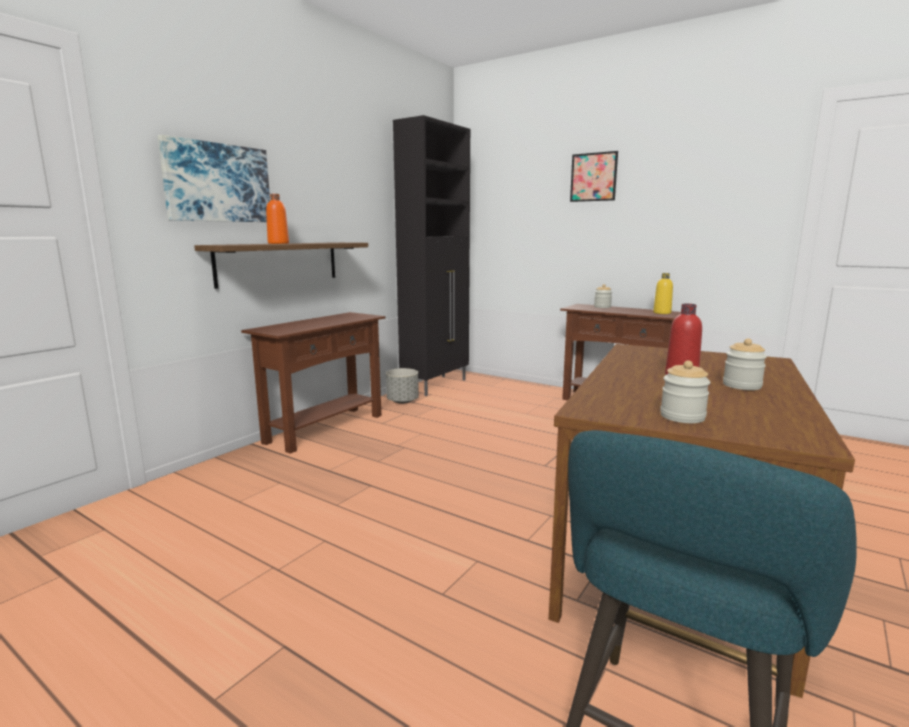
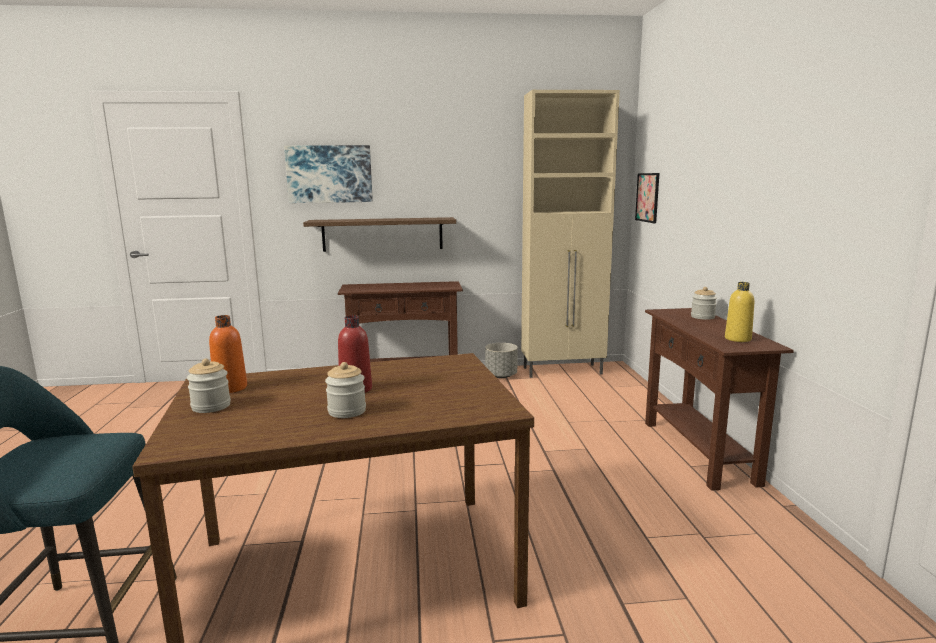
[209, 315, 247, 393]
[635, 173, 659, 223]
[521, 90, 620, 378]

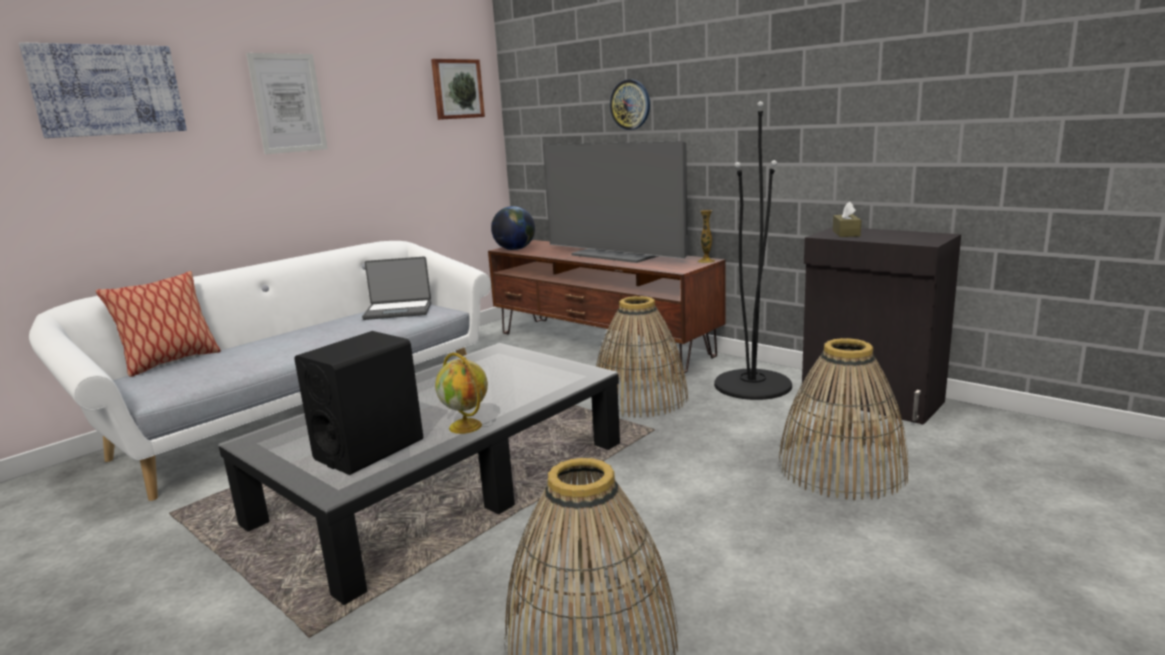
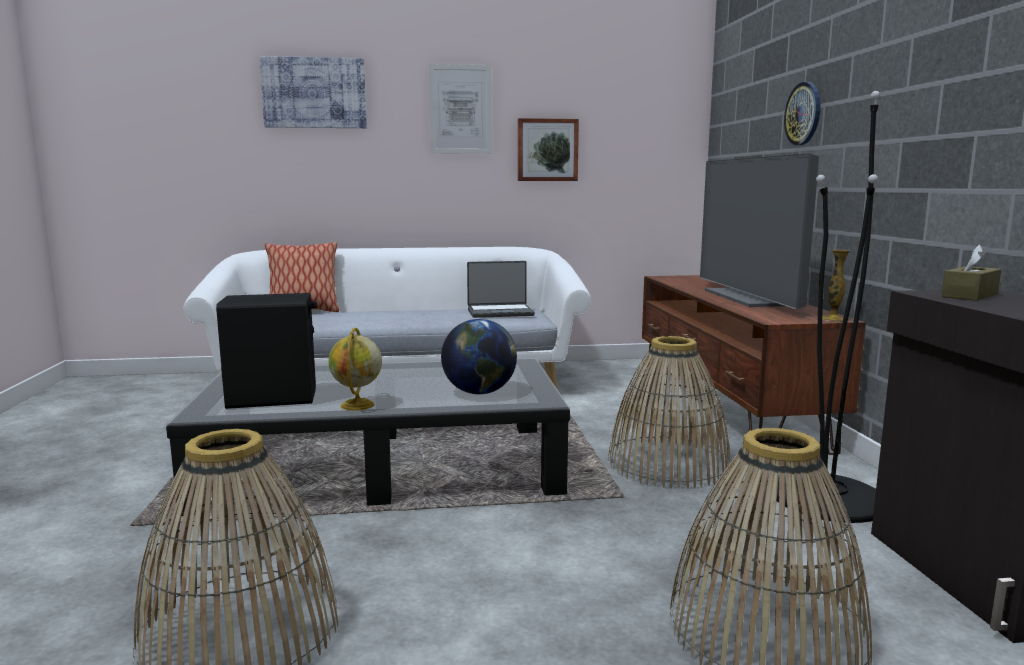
[518, 118, 579, 181]
[441, 319, 517, 394]
[467, 261, 535, 318]

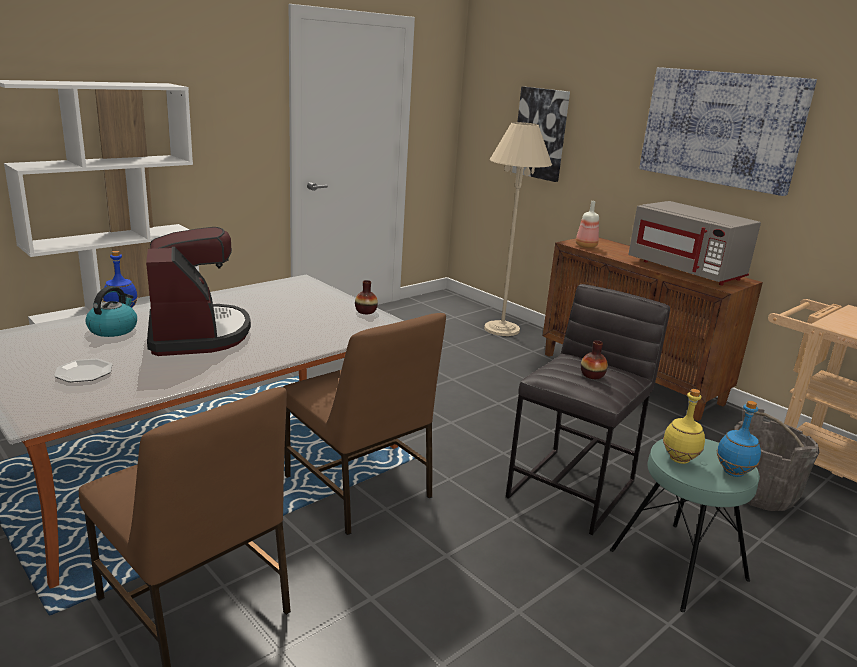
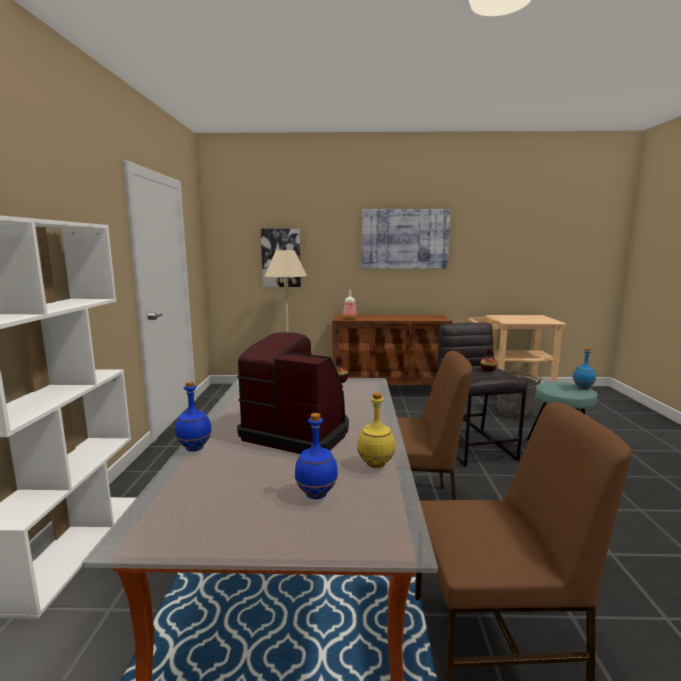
[85, 286, 137, 337] (first image)
[628, 201, 761, 285] (first image)
[357, 393, 395, 469]
[295, 413, 338, 499]

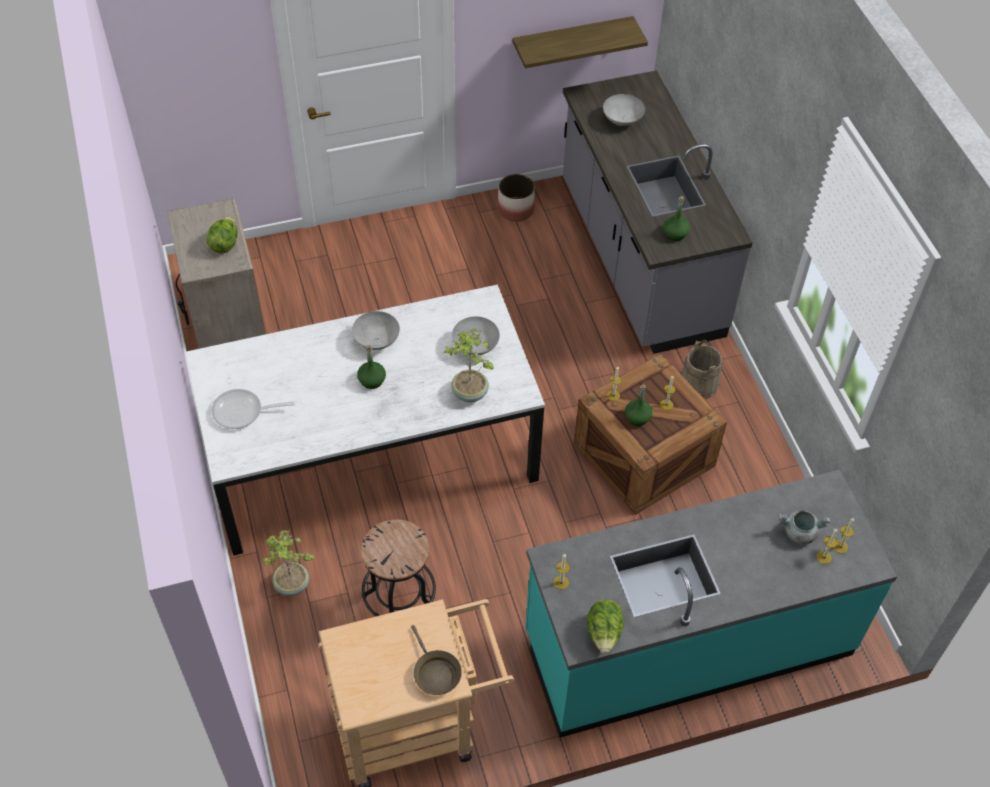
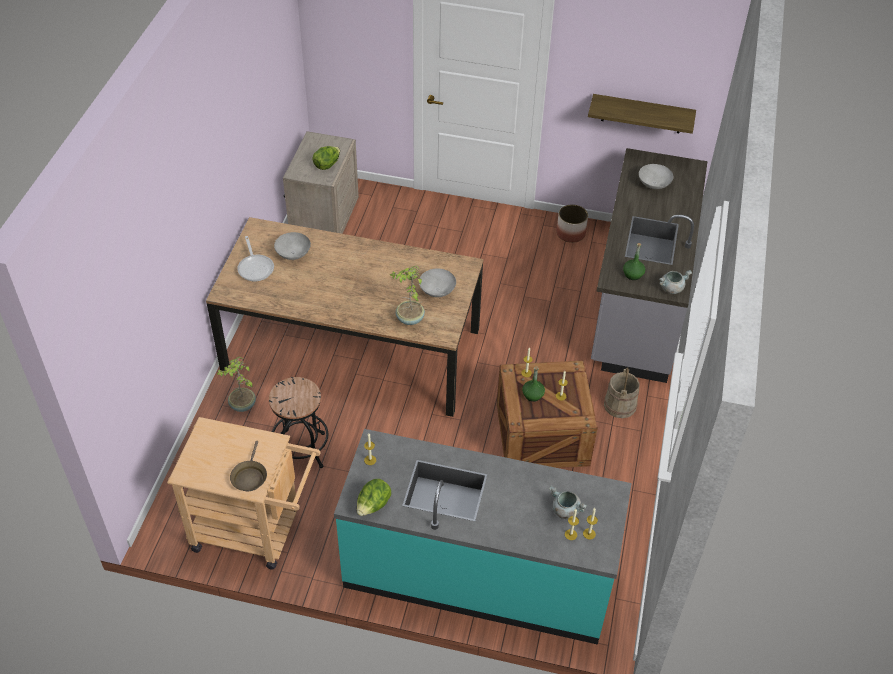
[357, 345, 386, 389] (first image)
[659, 270, 692, 294]
[274, 232, 311, 260]
[206, 217, 483, 417]
[237, 236, 274, 281]

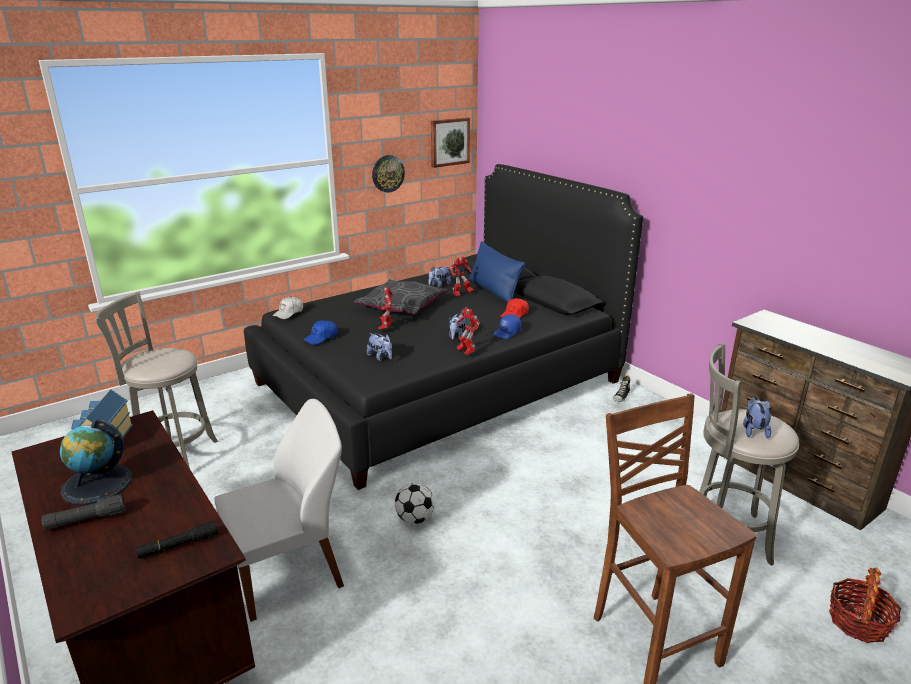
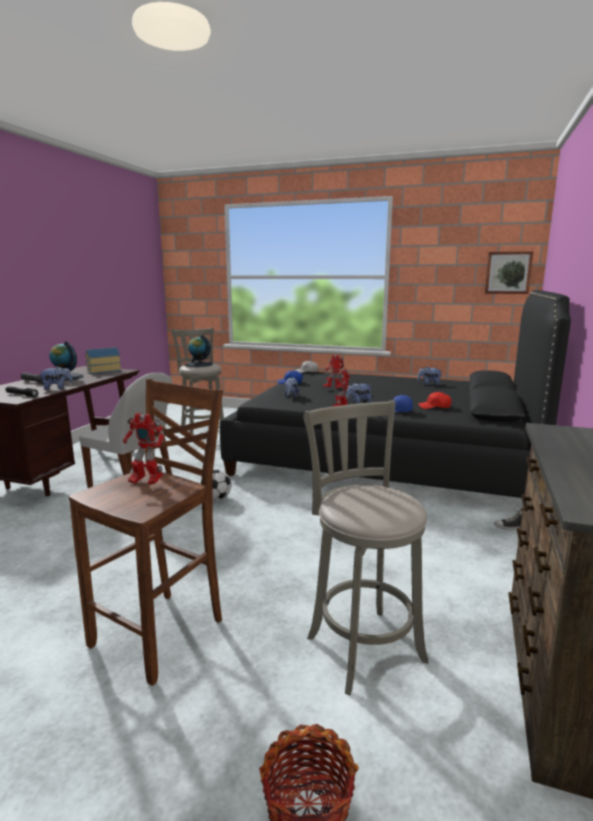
[354, 280, 448, 314] (first image)
[372, 155, 405, 193] (first image)
[469, 241, 525, 303] (first image)
[185, 335, 213, 367]
[123, 413, 164, 485]
[38, 366, 73, 390]

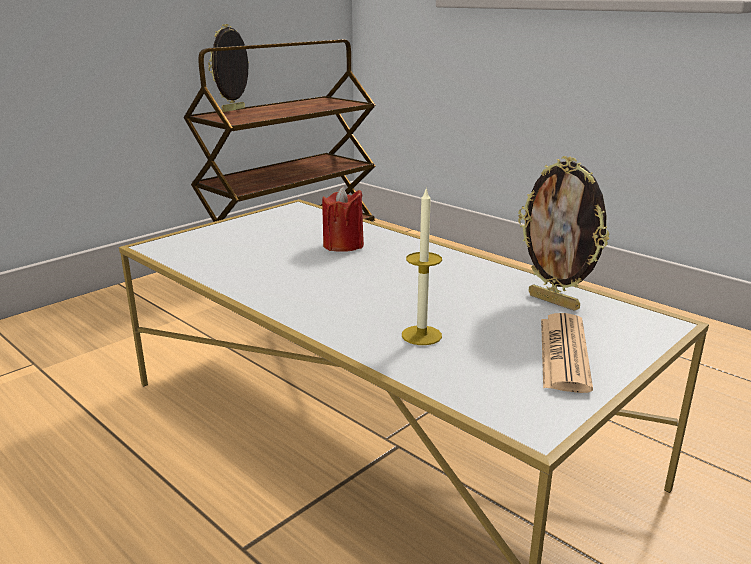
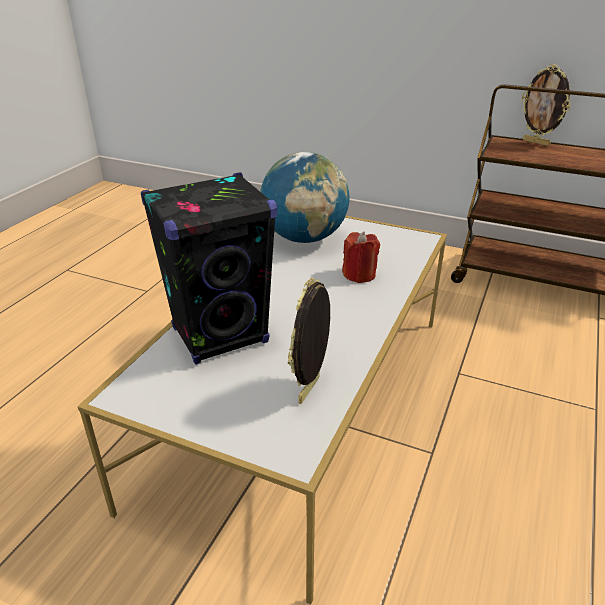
[541, 313, 593, 393] (first image)
[260, 152, 349, 243]
[141, 172, 277, 365]
[521, 64, 571, 146]

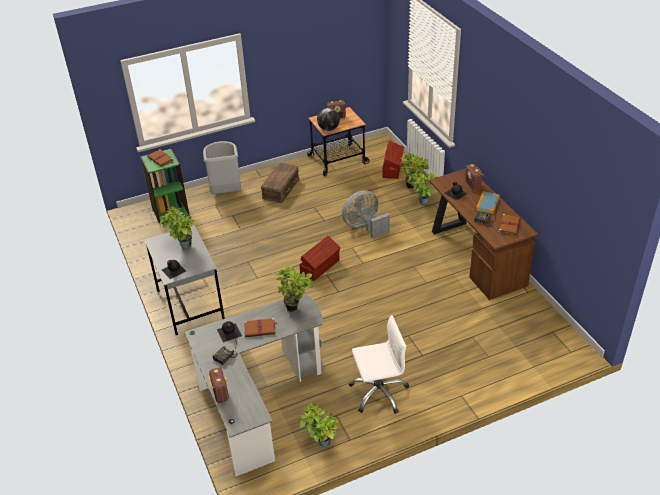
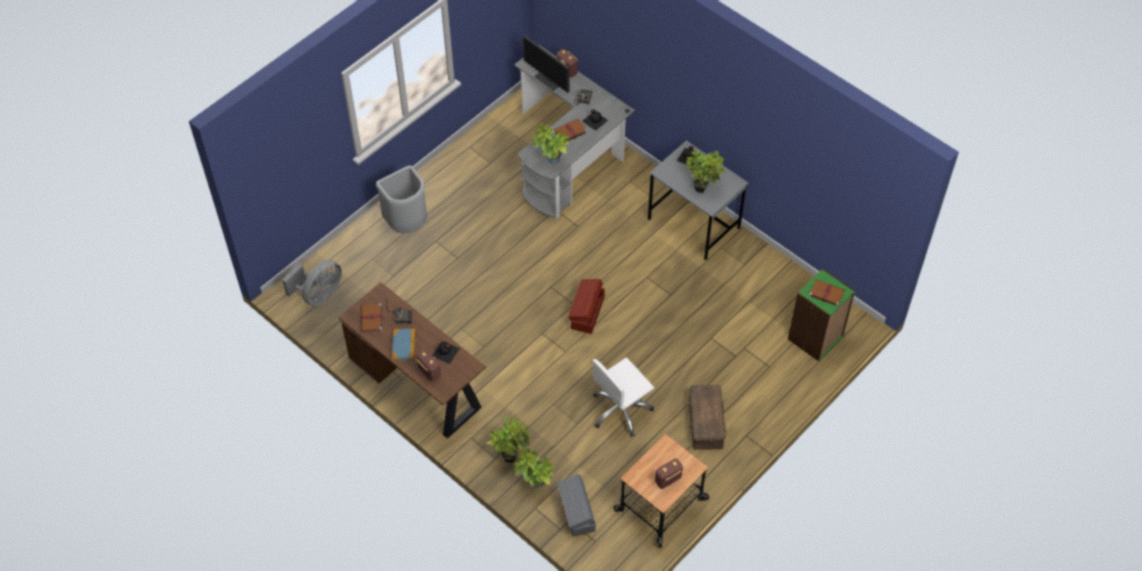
[298, 403, 339, 447] (first image)
[317, 108, 340, 131] (first image)
[523, 35, 570, 93]
[376, 165, 427, 233]
[282, 260, 342, 306]
[593, 357, 654, 437]
[557, 473, 596, 537]

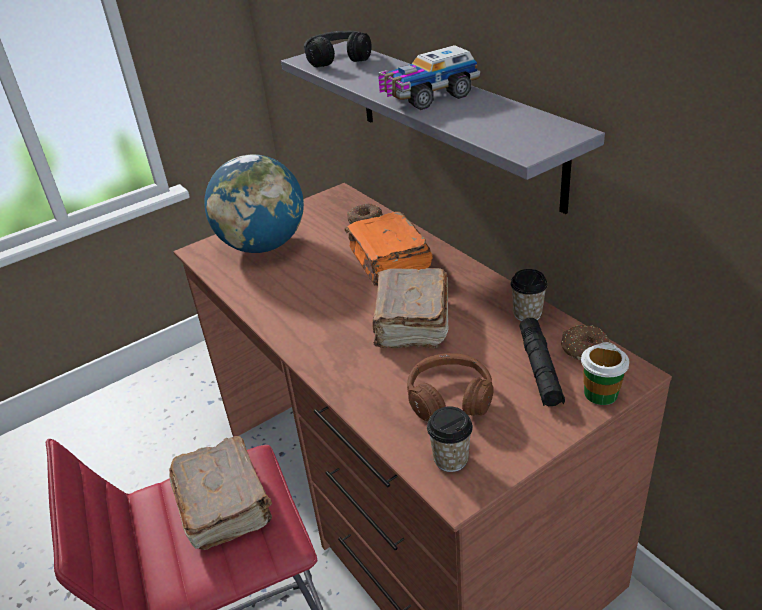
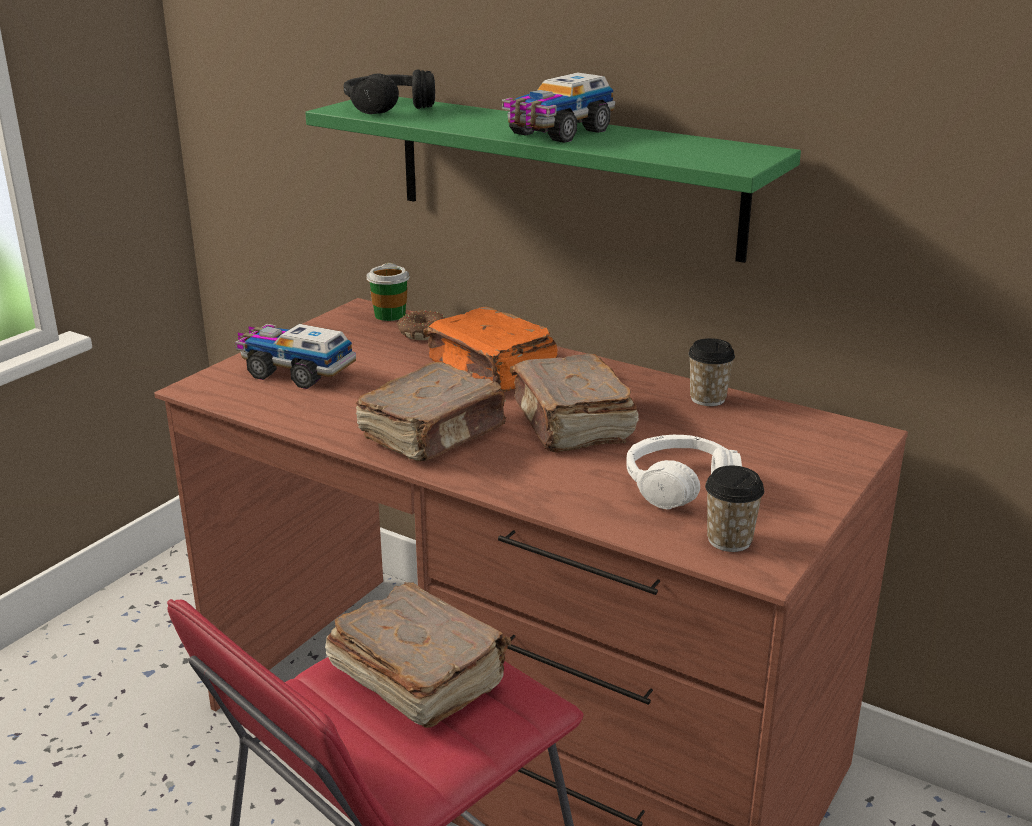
[520, 318, 565, 406] (first image)
[561, 325, 610, 360] (first image)
[355, 362, 506, 461]
[366, 263, 410, 321]
[235, 324, 356, 389]
[305, 97, 801, 263]
[626, 435, 742, 509]

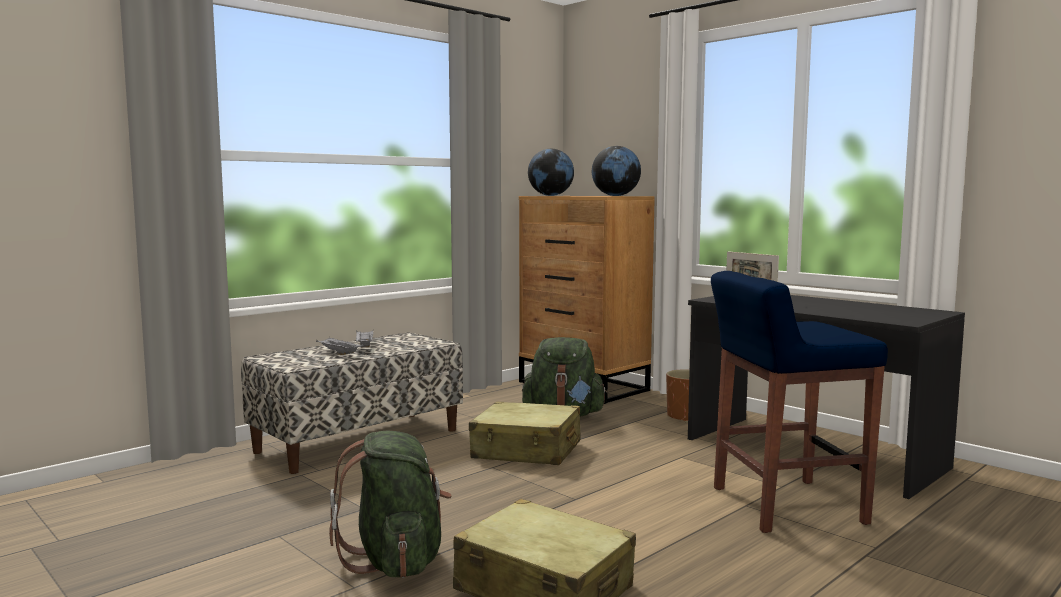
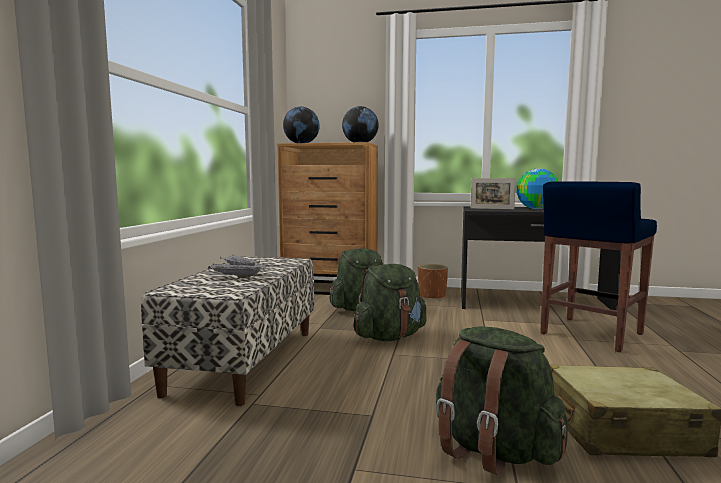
[517, 169, 558, 209]
[353, 264, 426, 341]

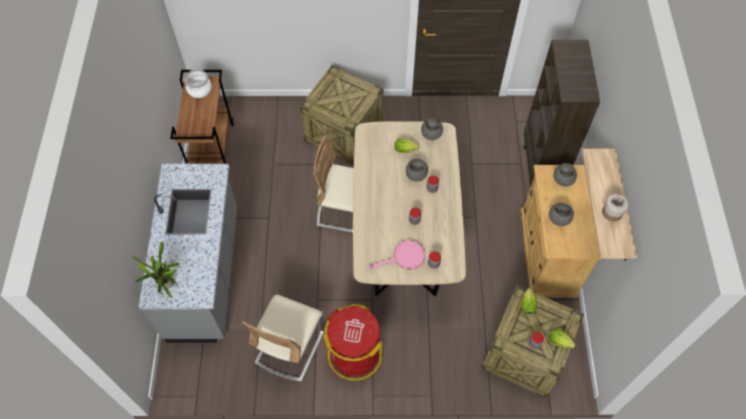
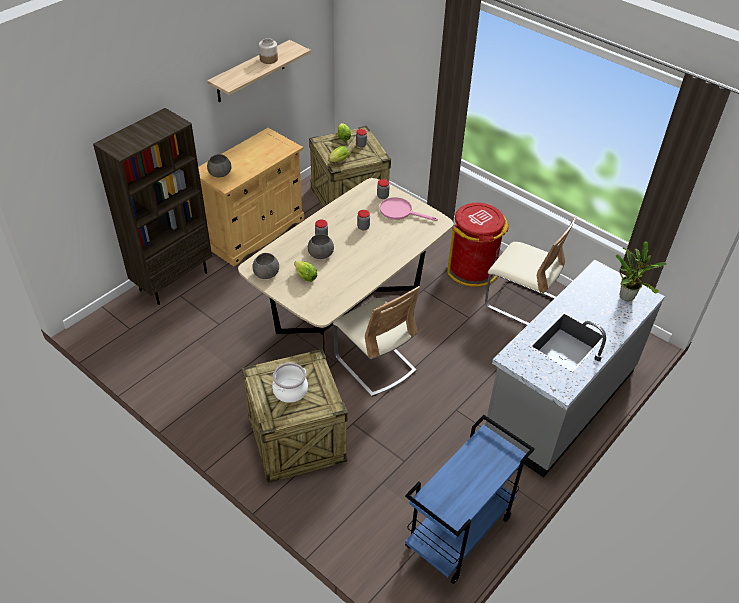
[549, 203, 574, 226] (first image)
[272, 363, 308, 403]
[405, 415, 535, 584]
[485, 217, 576, 325]

